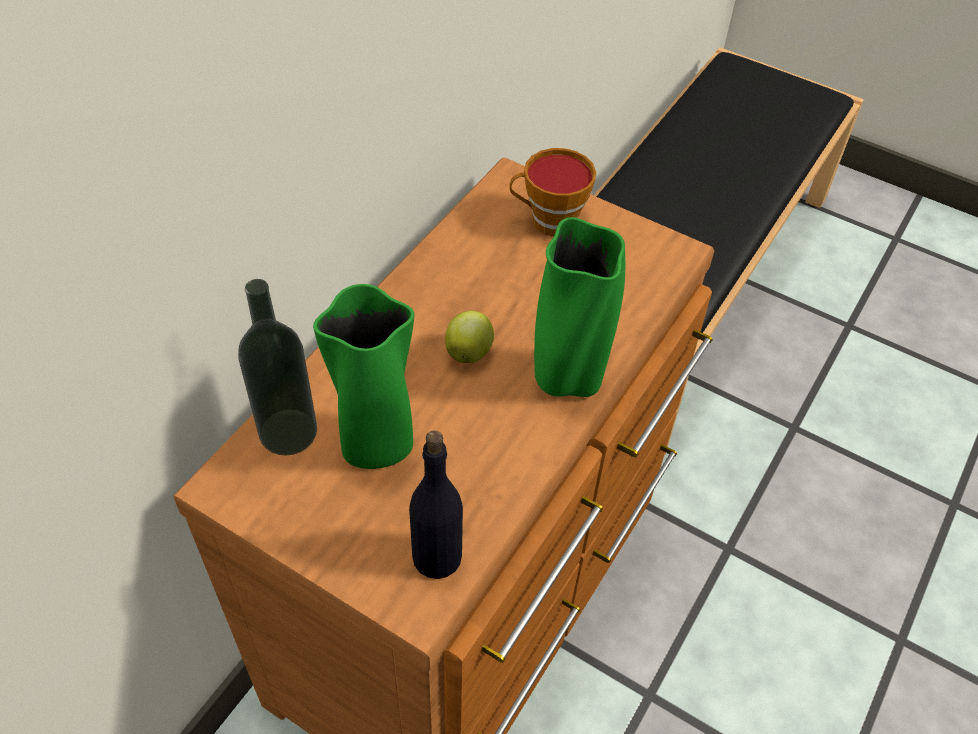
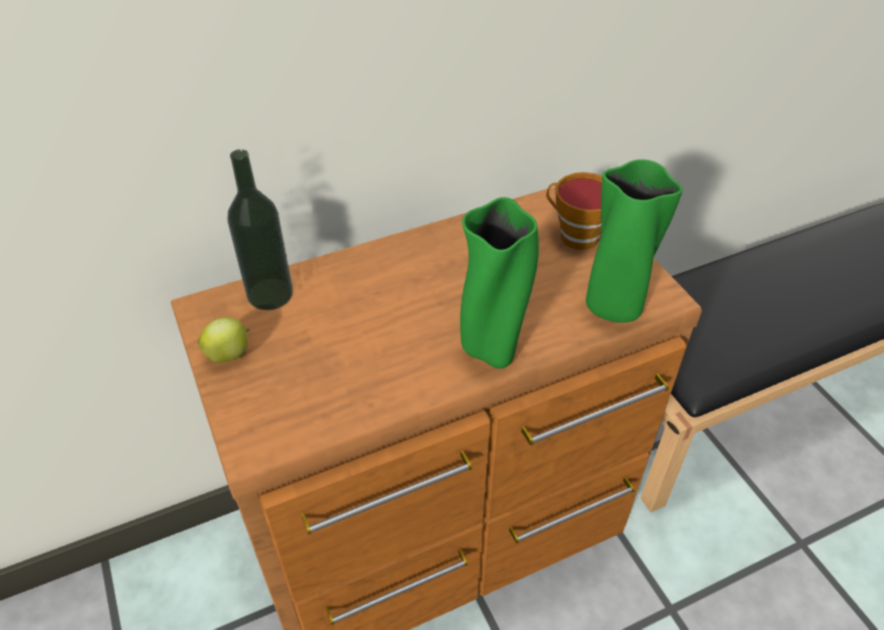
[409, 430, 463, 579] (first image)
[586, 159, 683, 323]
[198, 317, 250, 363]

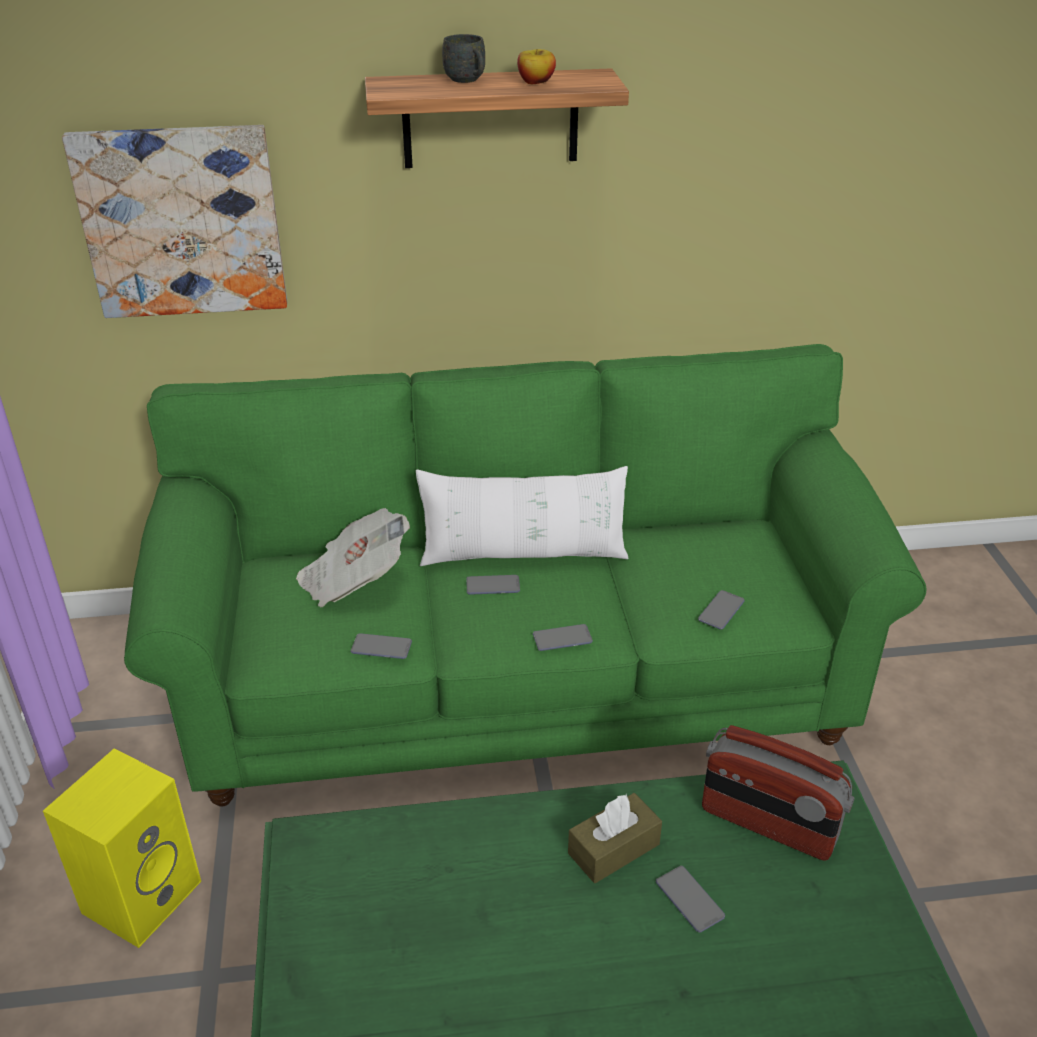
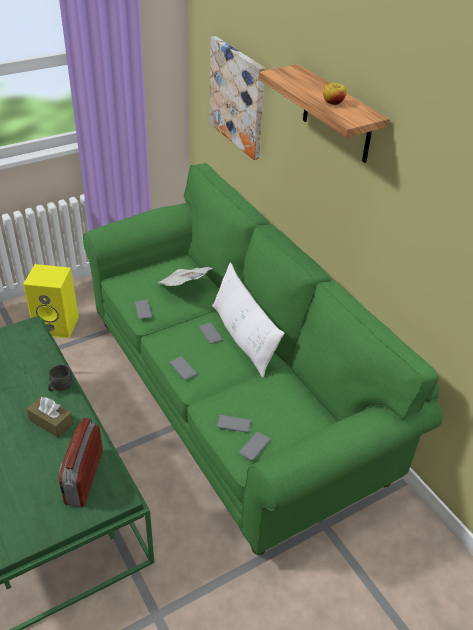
[48, 364, 73, 392]
[239, 432, 270, 461]

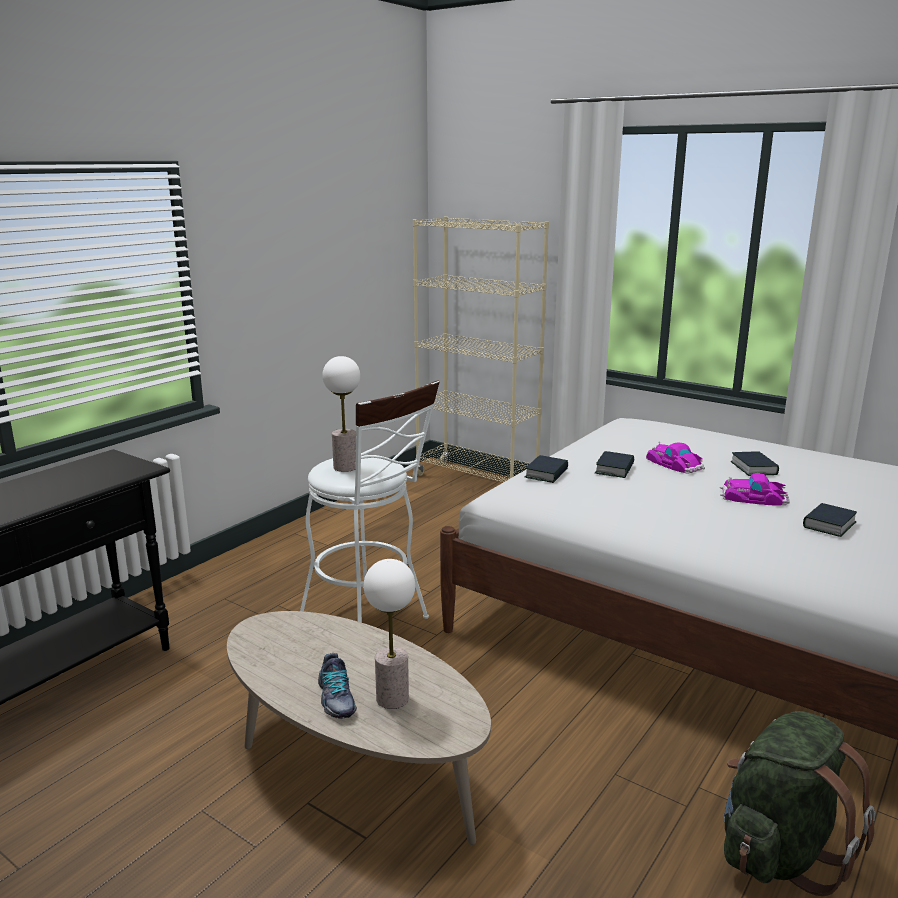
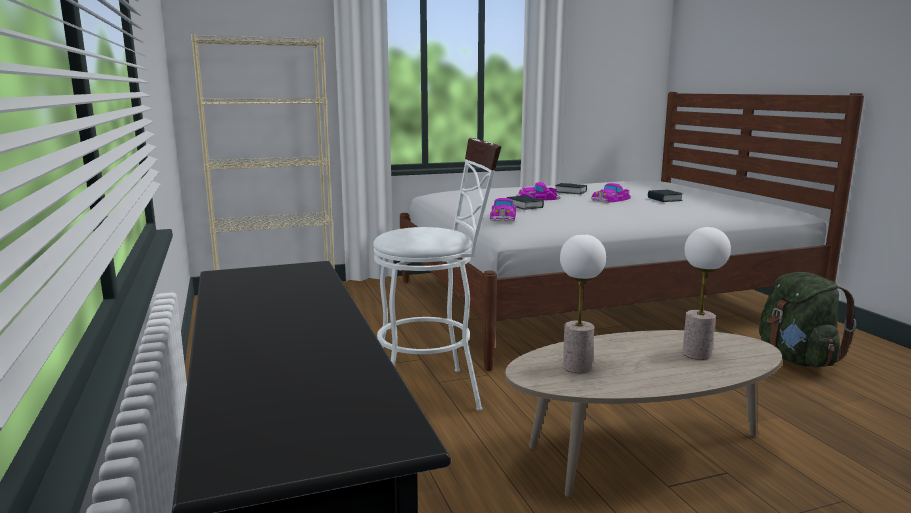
[318, 653, 357, 719] (first image)
[560, 234, 606, 373]
[490, 198, 516, 221]

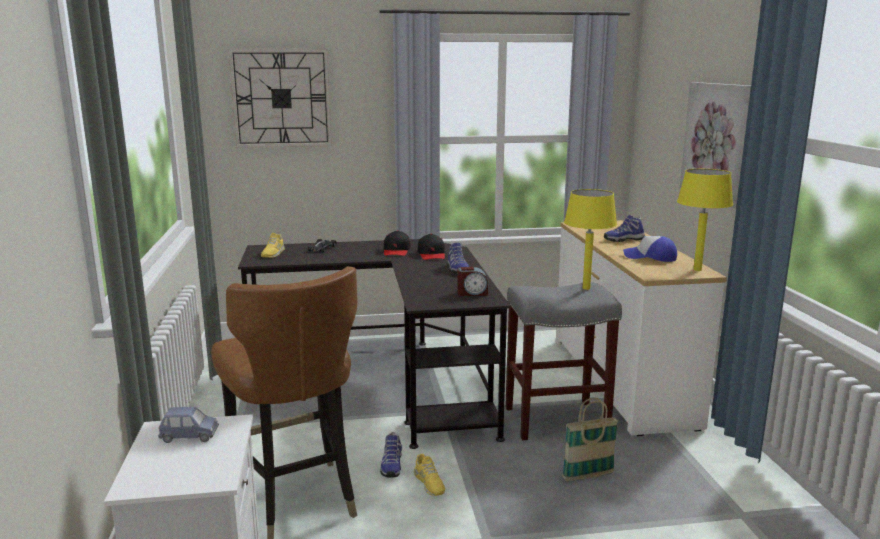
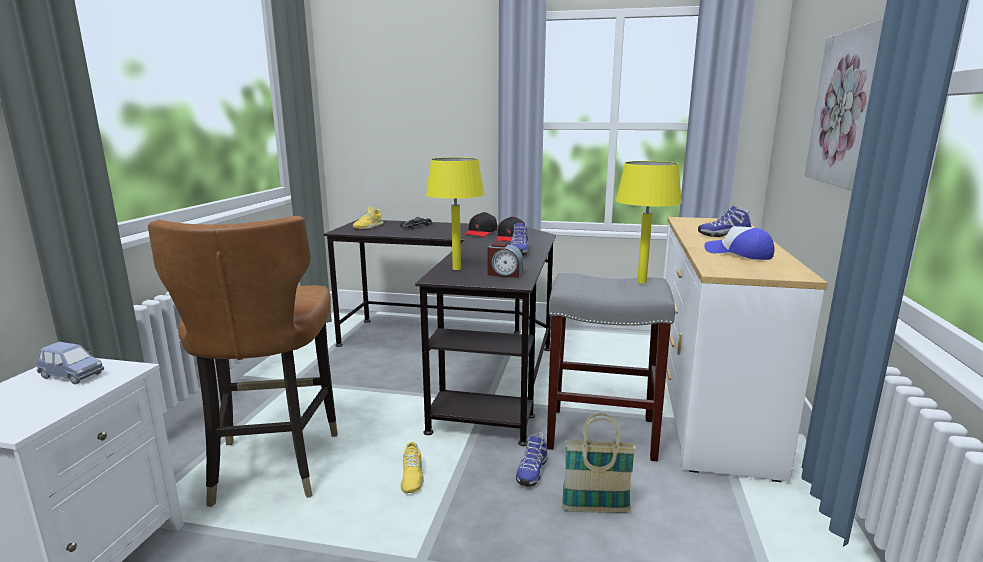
[228, 49, 332, 148] (first image)
[516, 432, 548, 487]
[426, 157, 485, 270]

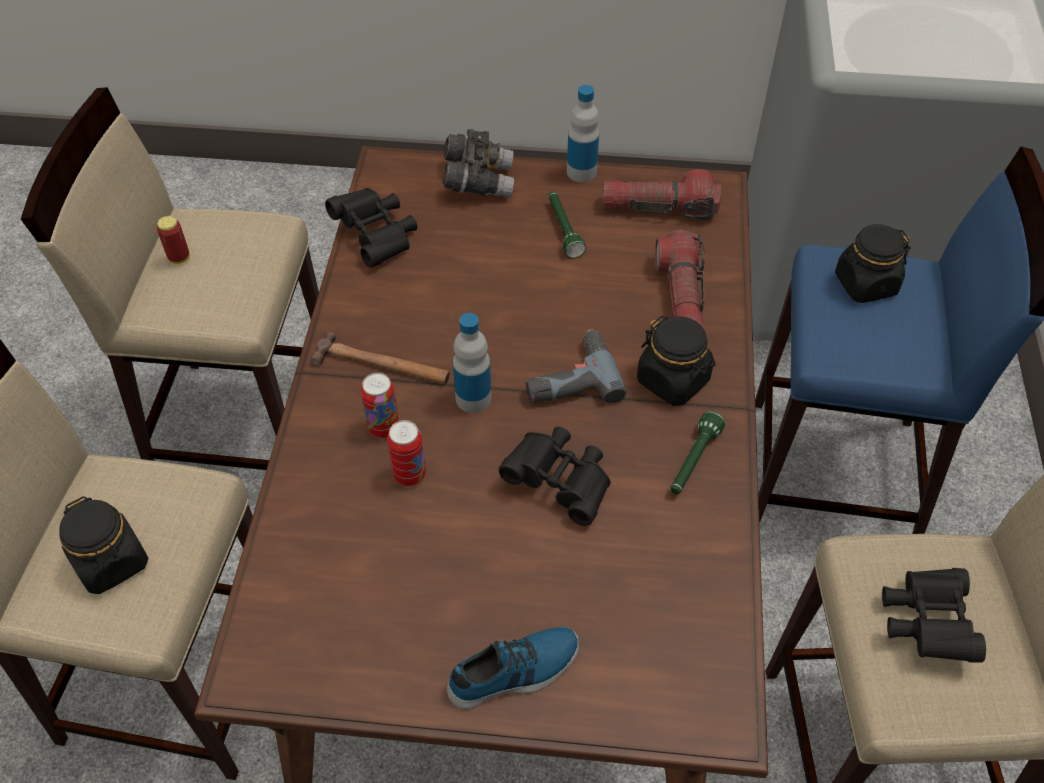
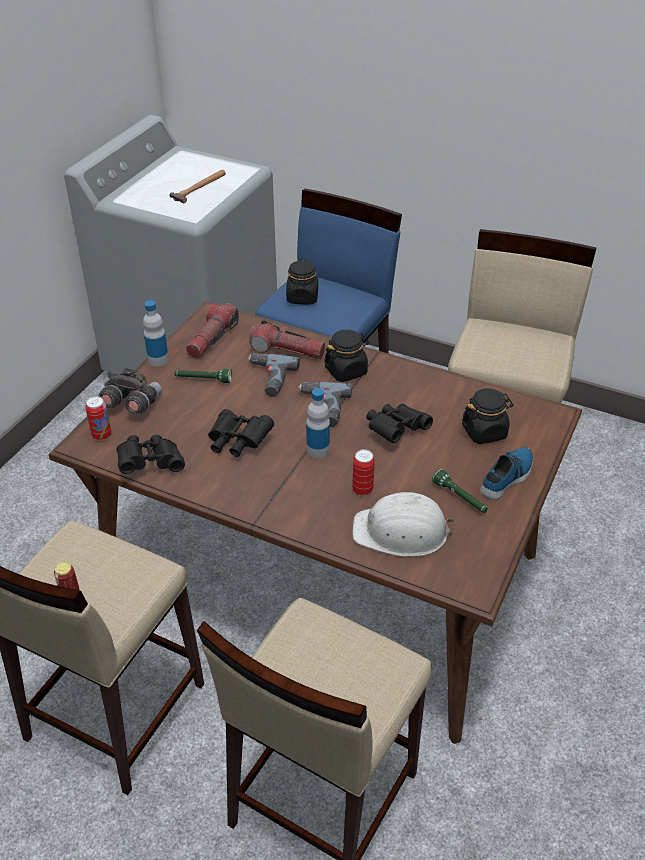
[248, 353, 300, 397]
[353, 492, 455, 557]
[462, 388, 513, 444]
[169, 170, 226, 203]
[85, 396, 111, 441]
[432, 469, 488, 513]
[208, 409, 274, 457]
[480, 447, 533, 500]

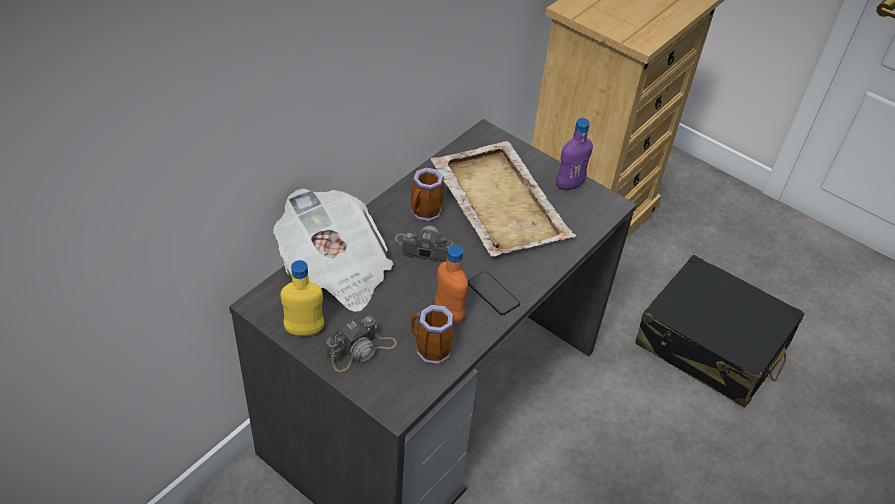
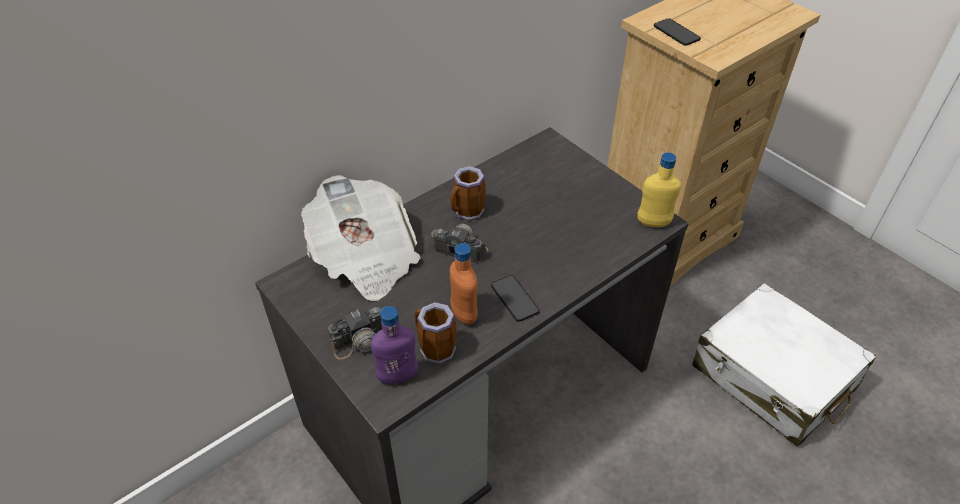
[431, 141, 576, 257] (first image)
[654, 18, 701, 46]
[637, 152, 681, 227]
[371, 306, 418, 384]
[692, 283, 876, 447]

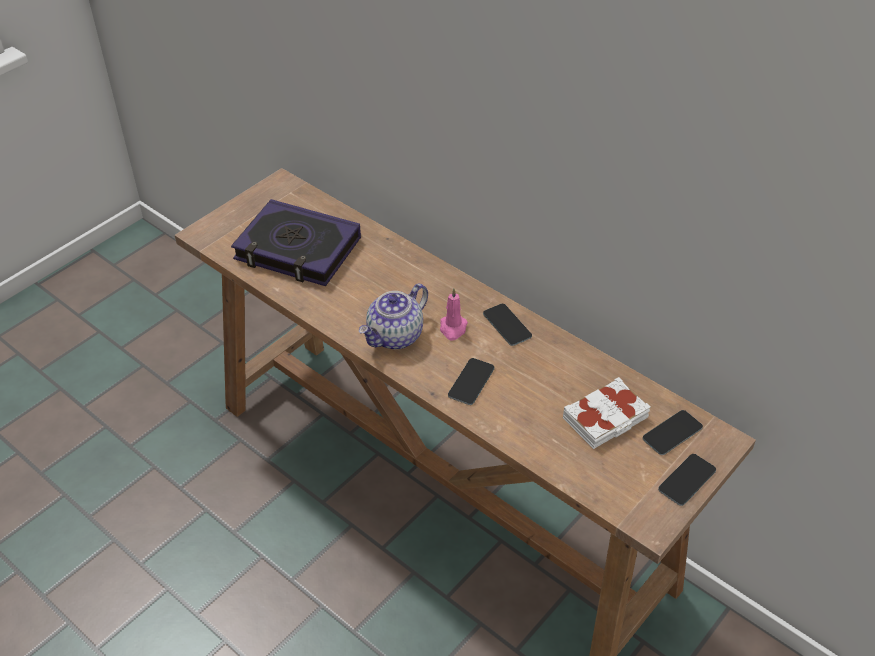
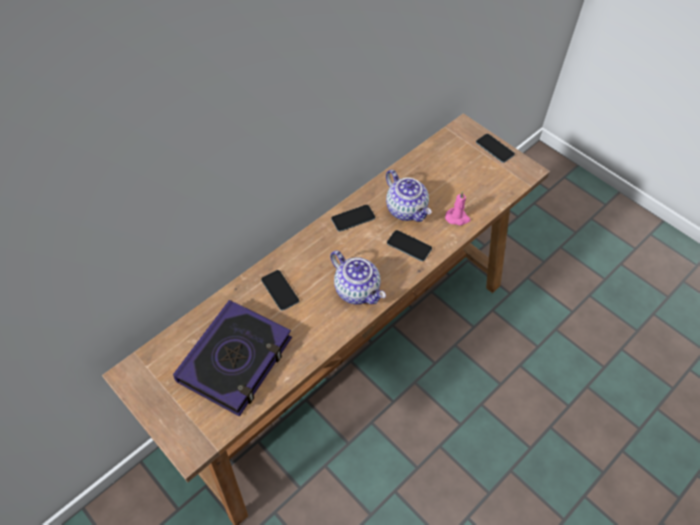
[563, 377, 651, 449] (first image)
[386, 170, 432, 222]
[445, 191, 470, 225]
[261, 270, 299, 311]

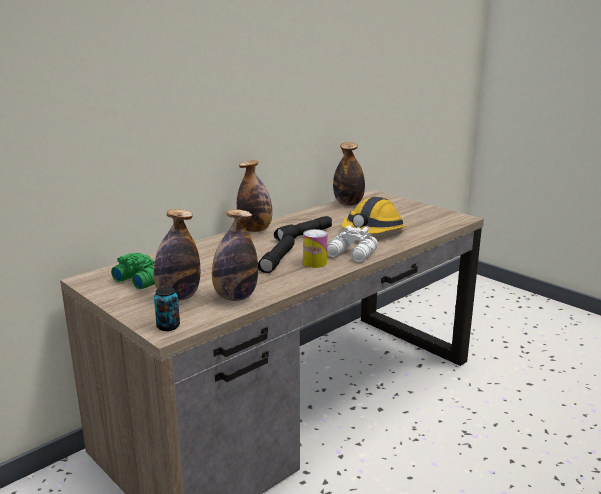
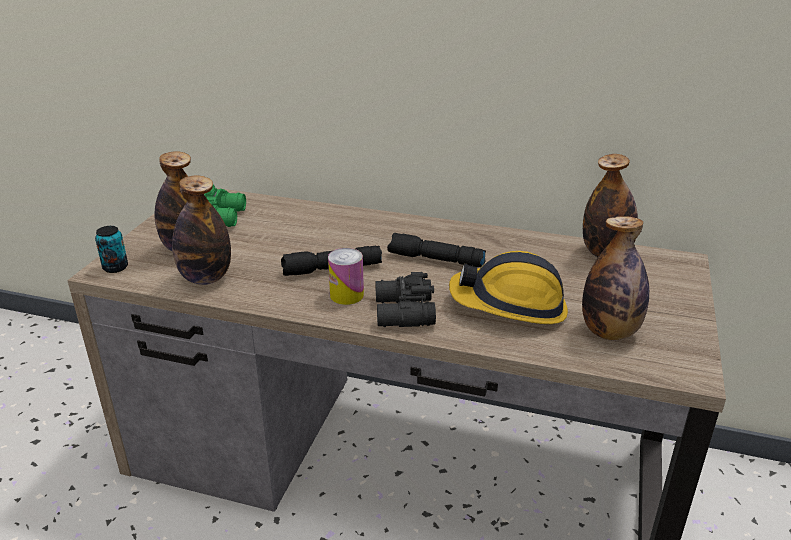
[582, 216, 649, 340]
[376, 272, 436, 327]

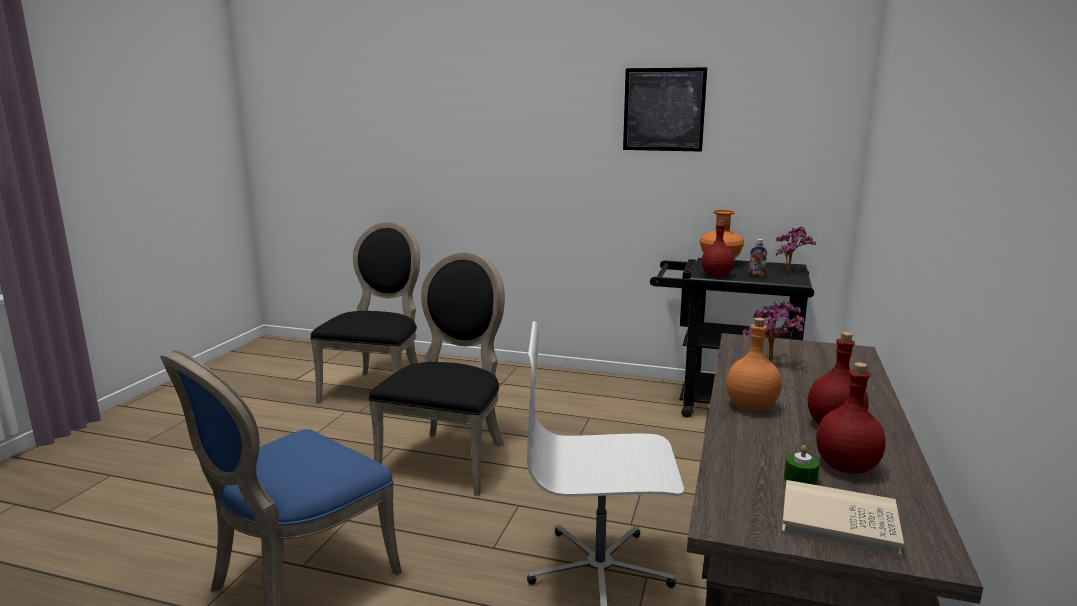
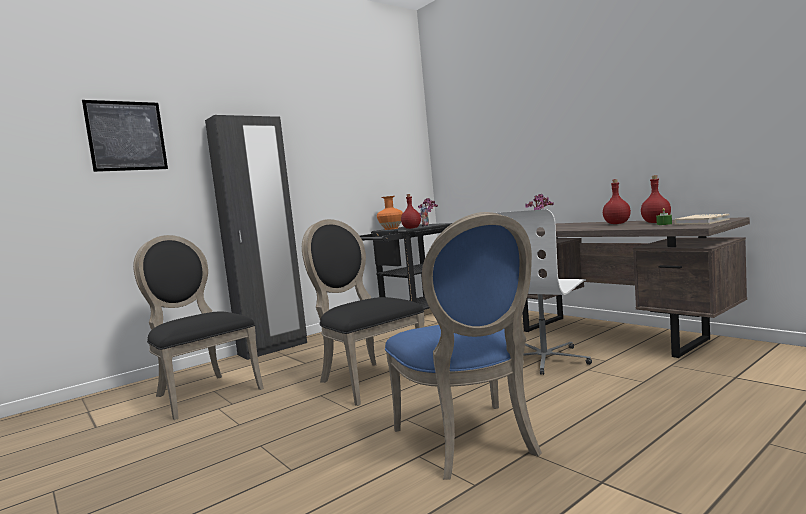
[726, 318, 782, 411] (first image)
[205, 115, 307, 360]
[82, 100, 168, 172]

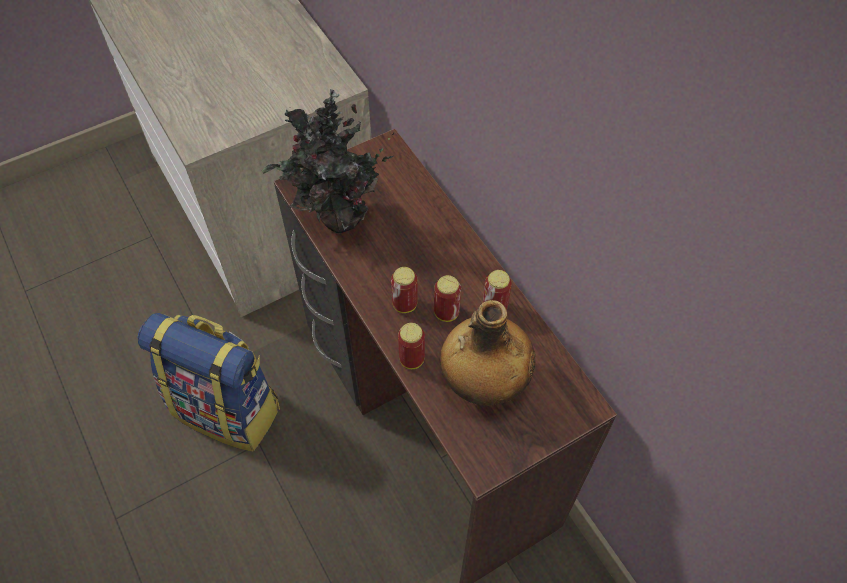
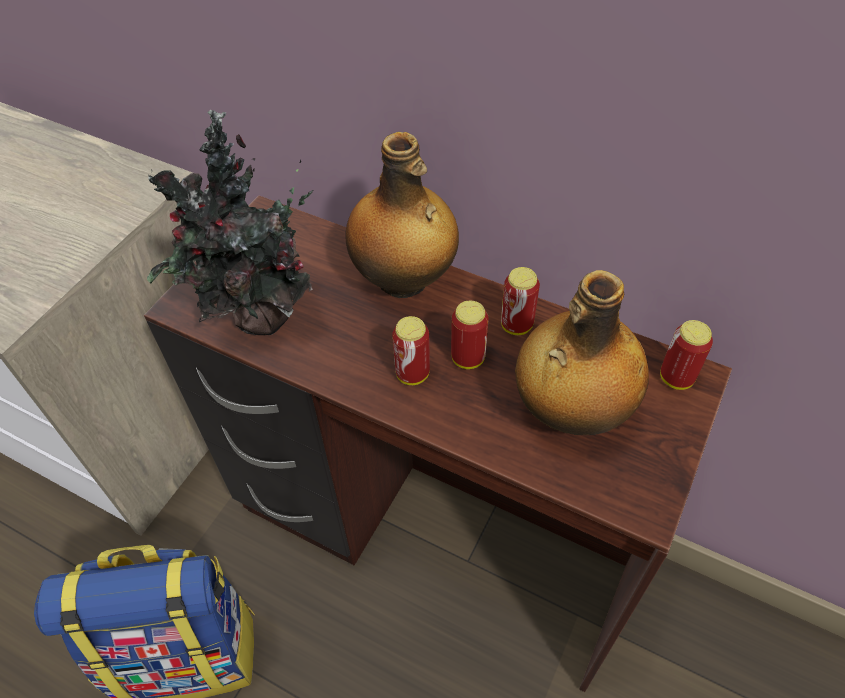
[345, 132, 459, 298]
[660, 320, 713, 390]

